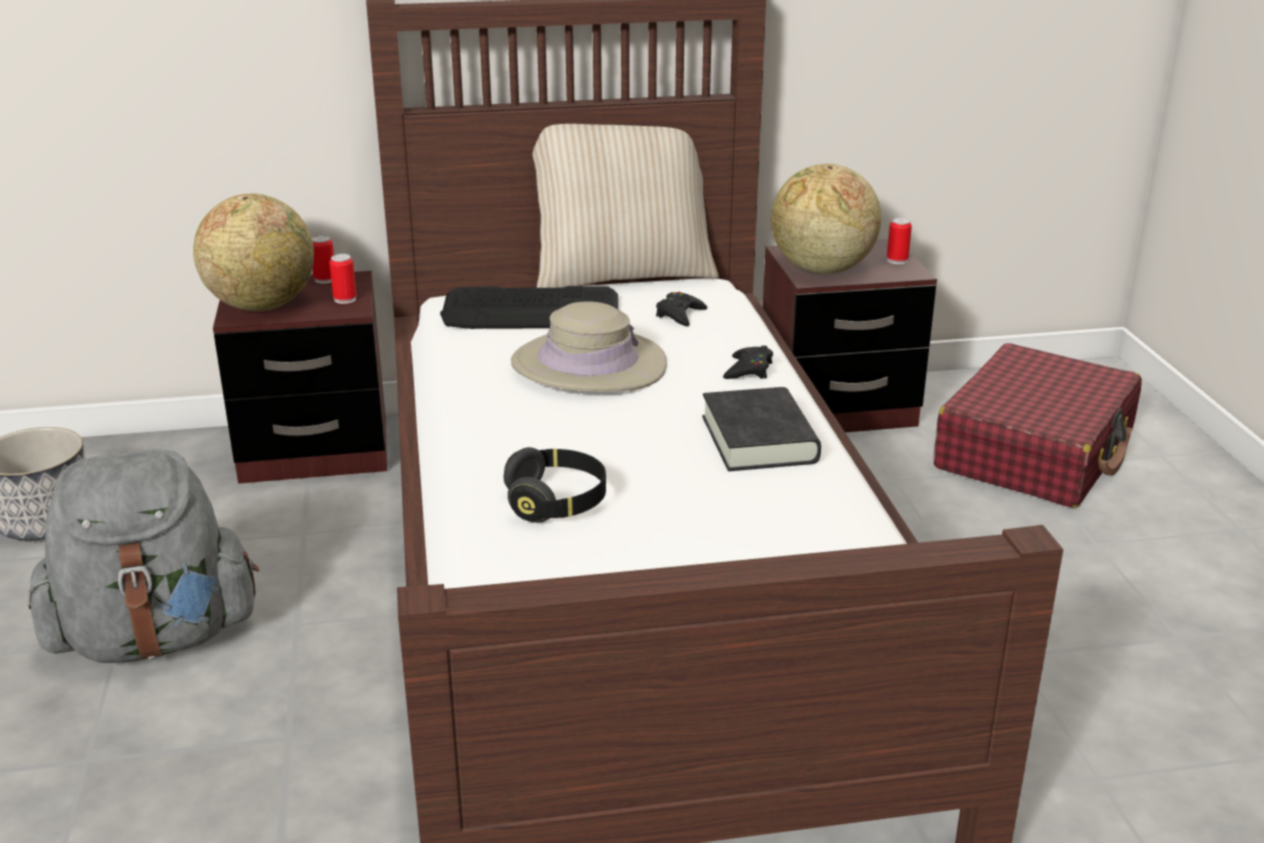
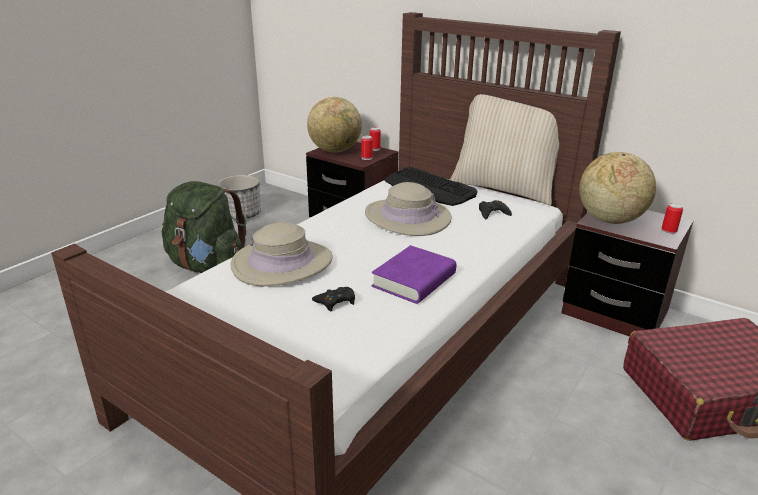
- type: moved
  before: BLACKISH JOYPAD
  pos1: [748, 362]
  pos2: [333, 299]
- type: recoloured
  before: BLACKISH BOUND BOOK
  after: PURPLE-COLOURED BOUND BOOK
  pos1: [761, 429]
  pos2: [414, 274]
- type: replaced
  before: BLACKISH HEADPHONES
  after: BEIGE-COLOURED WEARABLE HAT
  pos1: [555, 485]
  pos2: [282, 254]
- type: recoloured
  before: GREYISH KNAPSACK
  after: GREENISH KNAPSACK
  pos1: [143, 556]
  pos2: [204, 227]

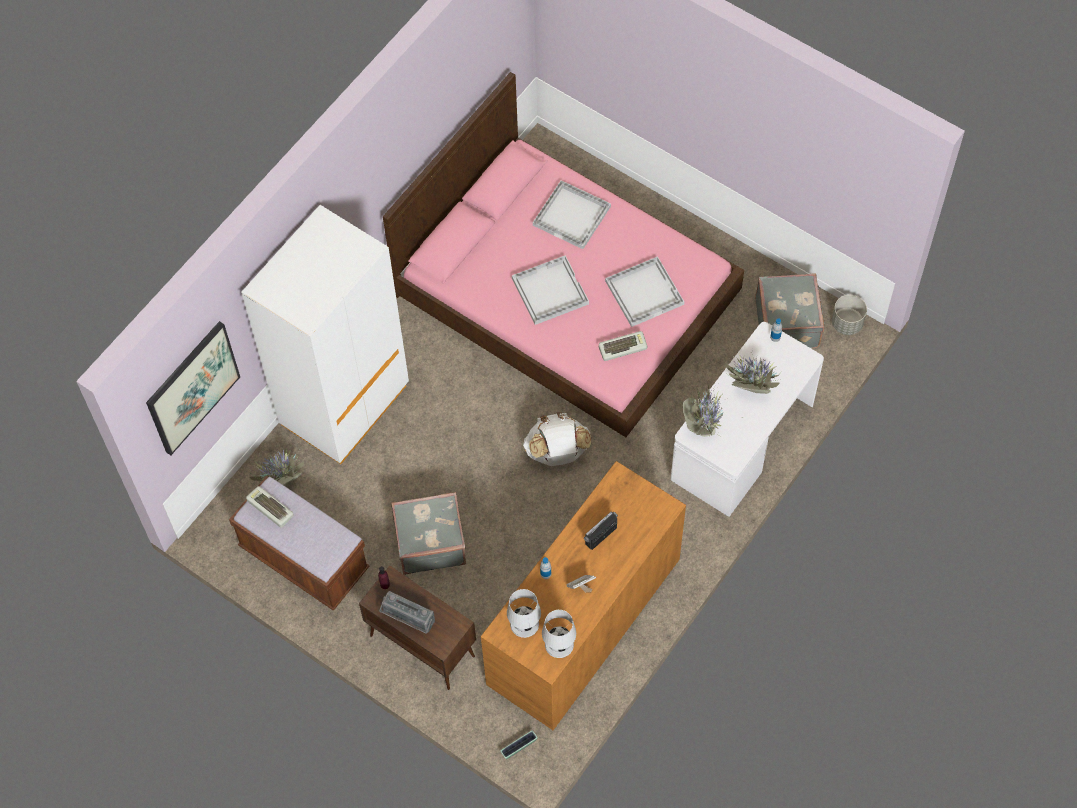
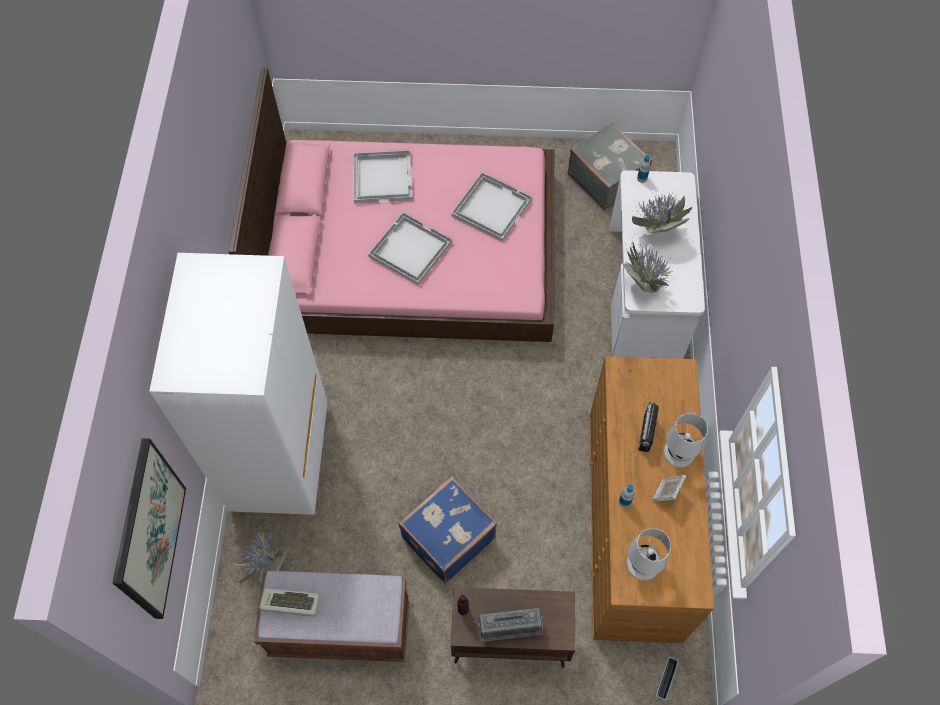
- type: removed
  before: GREYISH PLANT POT
  pos1: [849, 315]
- type: removed
  before: KEYBOARD
  pos1: [623, 346]
- type: removed
  before: WHITISH KNAPSACK
  pos1: [557, 439]
- type: recoloured
  before: GREYISH SUITCASE
  after: BLUE SUITCASE
  pos1: [428, 533]
  pos2: [447, 529]
- type: moved
  before: WHITISH TABLE LAMP
  pos1: [559, 634]
  pos2: [685, 440]

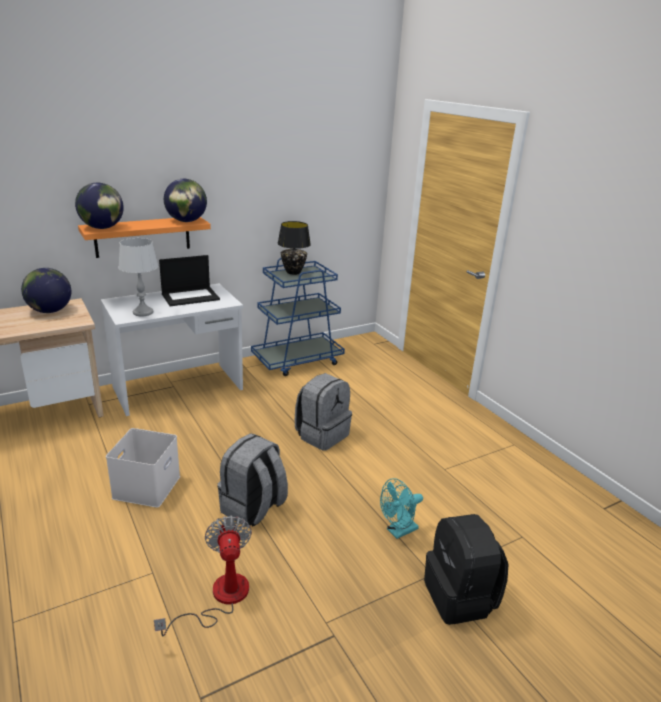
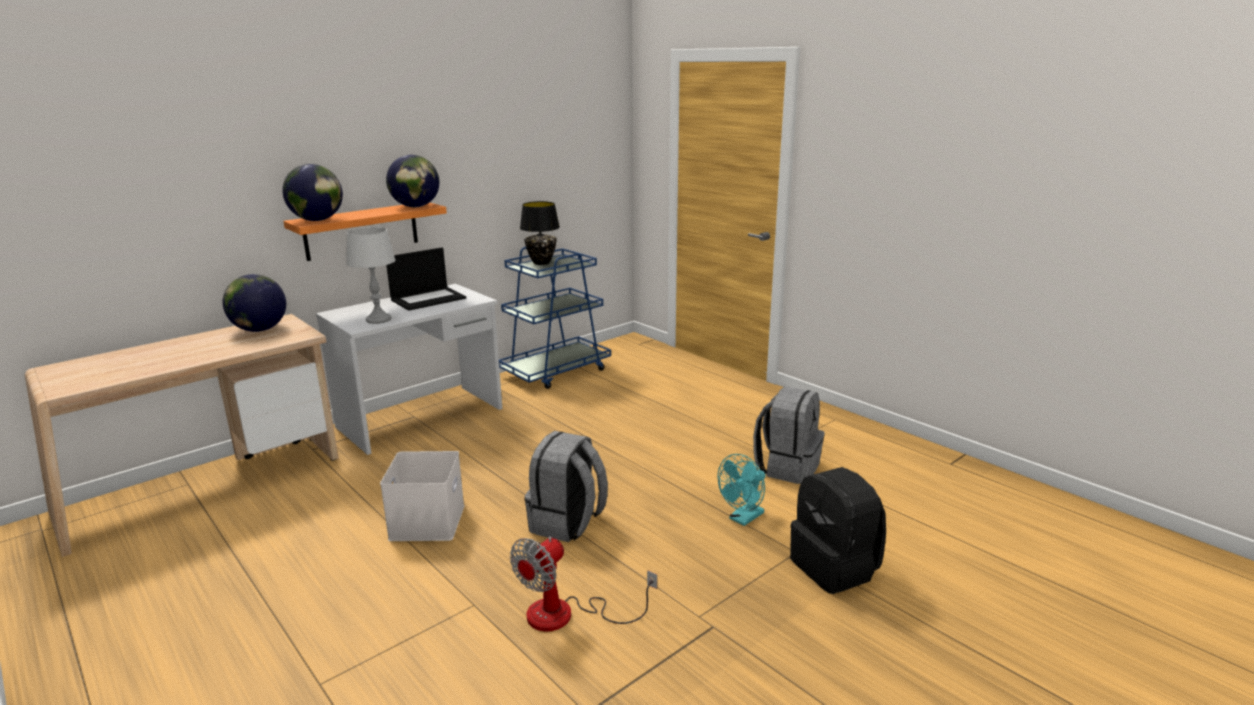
- type: moved
  before: GREYISH KNAPSACK
  pos1: [323, 412]
  pos2: [789, 435]
- type: turned
  before: ELECTRIC FAN
  pos1: [203, 576]
  pos2: [583, 584]
  turn: -120

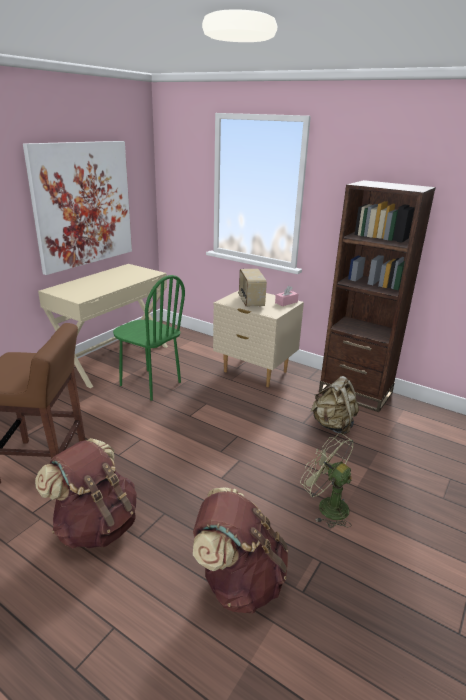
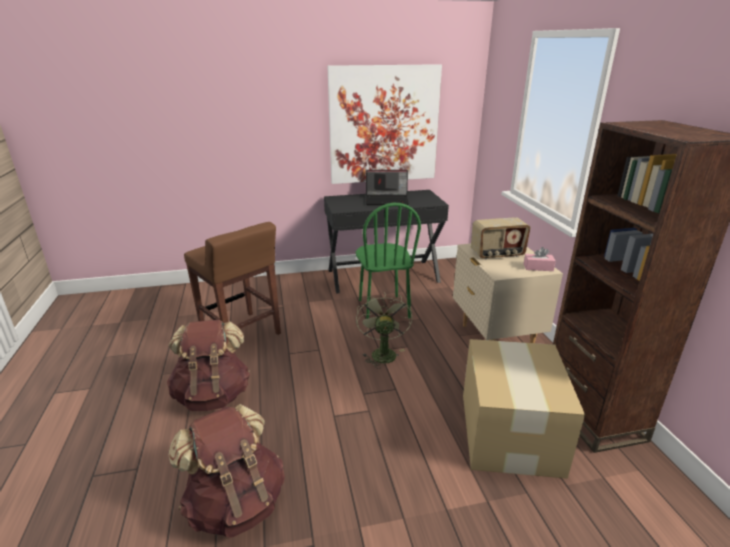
- type: recoloured
  before: BEIGE-COLOURED DESK
  after: BLACKISH DESK
  pos1: [103, 326]
  pos2: [386, 242]
- type: turned
  before: RADIO
  pos1: [252, 288]
  pos2: [501, 238]
  turn: -135
- type: replaced
  before: BEIGE-COLOURED KNAPSACK
  after: CARDBOARD BOX
  pos1: [335, 405]
  pos2: [524, 409]
- type: moved
  before: GREENISH ELECTRIC FAN
  pos1: [326, 480]
  pos2: [384, 330]
- type: added
  after: PORTABLE COMPUTER
  pos2: [387, 187]

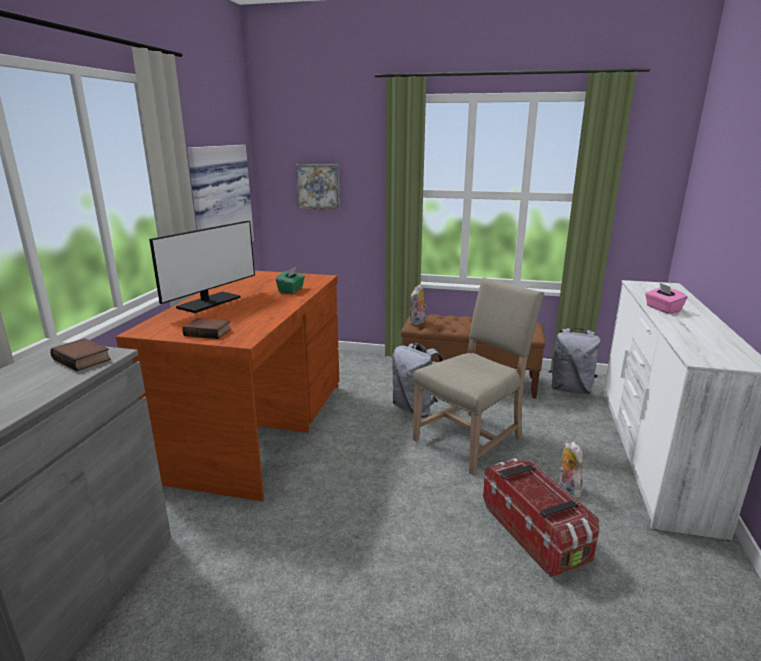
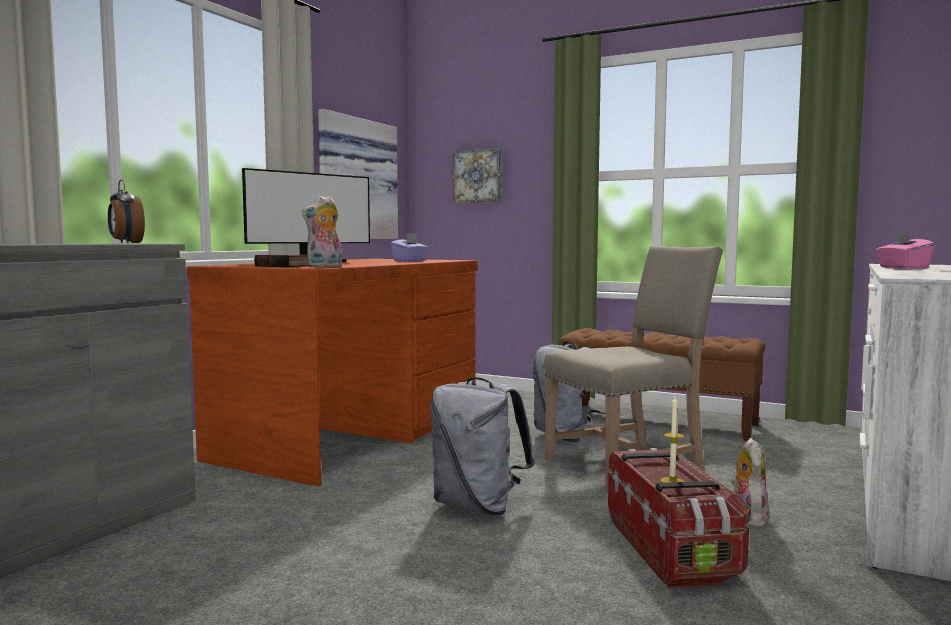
- type: recoloured
  before: GREENISH TISSUE BOX
  after: PURPLE-COLOURED TISSUE BOX
  pos1: [290, 280]
  pos2: [409, 247]
- type: moved
  before: CUDDLY TOY
  pos1: [418, 304]
  pos2: [321, 232]
- type: moved
  before: GREYISH KNAPSACK
  pos1: [575, 361]
  pos2: [482, 446]
- type: replaced
  before: BOUND BOOK
  after: BEDSIDE CLOCK
  pos1: [80, 354]
  pos2: [126, 211]
- type: added
  after: WAX LIGHT
  pos2: [672, 440]

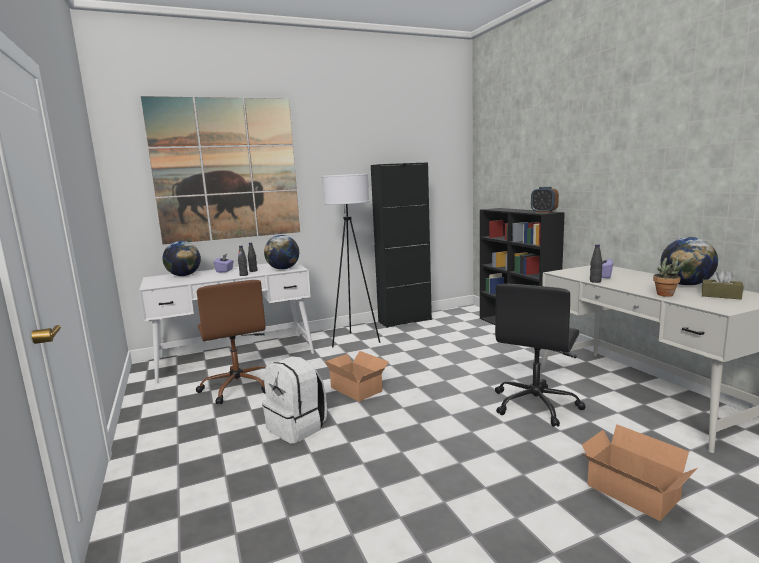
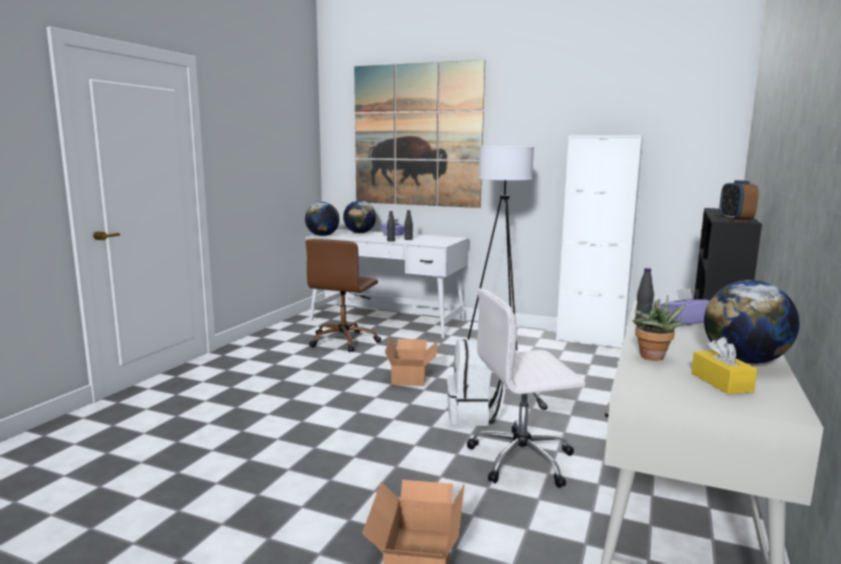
- type: recoloured
  before: BLACKISH CABINET
  after: WHITISH CABINET
  pos1: [401, 245]
  pos2: [599, 242]
- type: moved
  before: DESK GLOBE
  pos1: [281, 252]
  pos2: [322, 219]
- type: recoloured
  before: BROWN TISSUE BOX
  after: YELLOW-COLOURED TISSUE BOX
  pos1: [722, 284]
  pos2: [724, 365]
- type: recoloured
  before: BLACKISH OFFICE CHAIR
  after: WHITISH OFFICE CHAIR
  pos1: [540, 355]
  pos2: [526, 388]
- type: moved
  before: WHITISH KNAPSACK
  pos1: [294, 400]
  pos2: [476, 382]

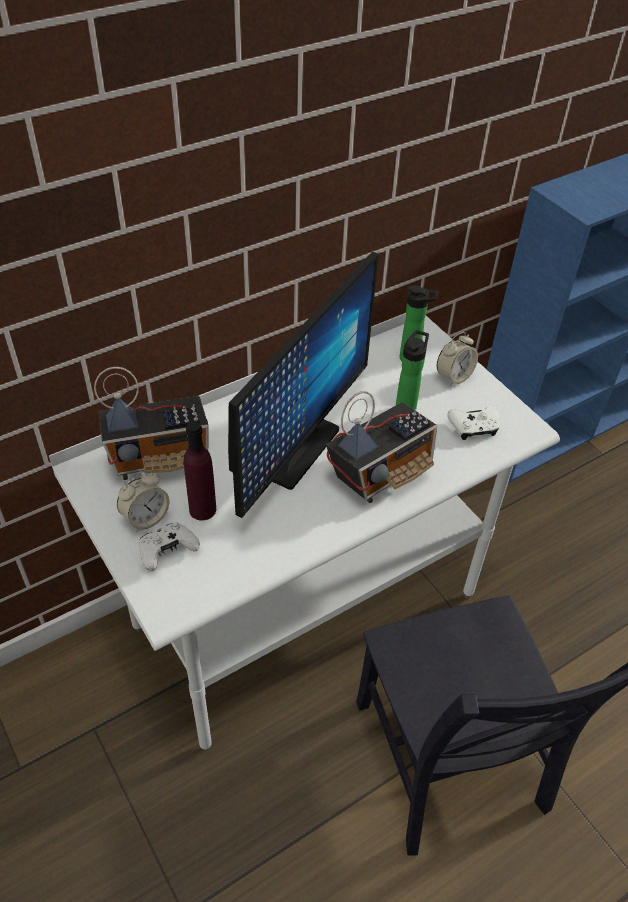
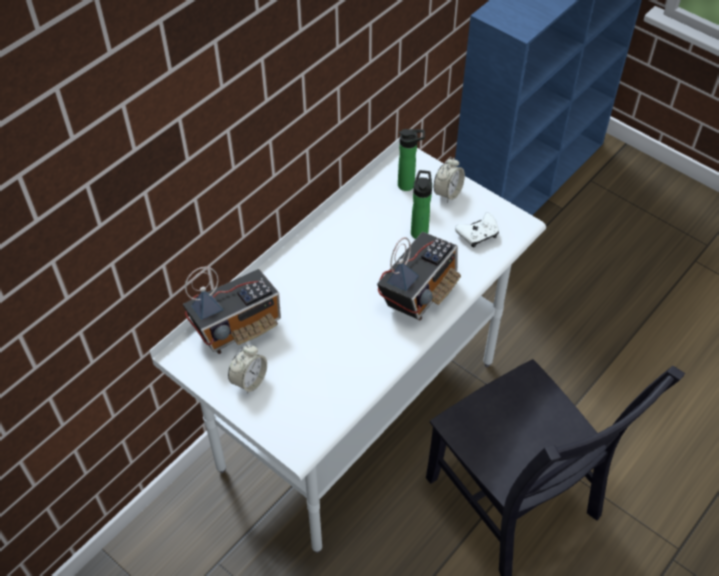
- type: removed
  before: COMPUTER SCREEN
  pos1: [303, 384]
- type: removed
  before: PURPLE-COLOURED DRINK BOTTLE
  pos1: [200, 471]
- type: removed
  before: WHITISH JOYPAD
  pos1: [169, 546]

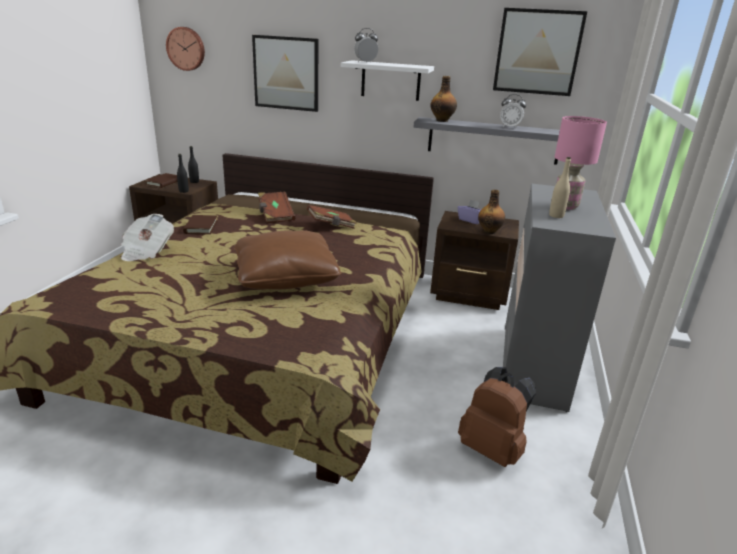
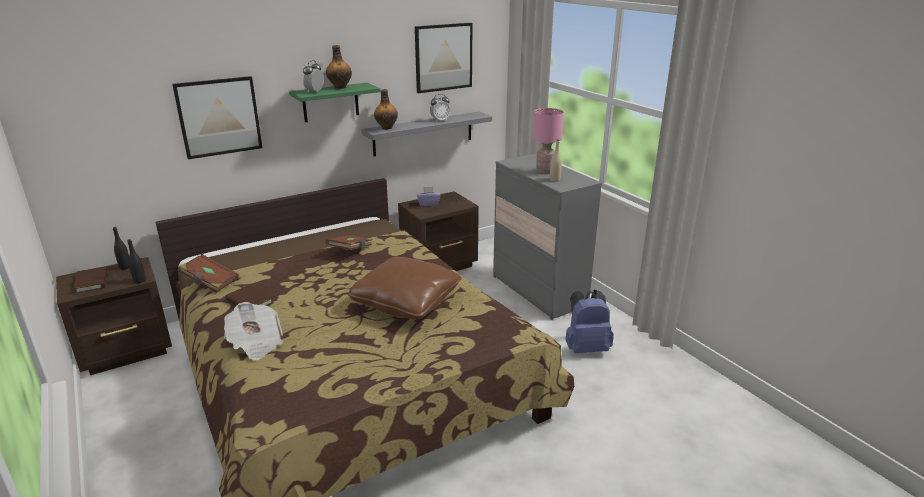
- type: removed
  before: WALL CLOCK
  pos1: [185, 49]
- type: recoloured
  before: WHITISH BRACKET SHELF
  after: GREENISH BRACKET SHELF
  pos1: [387, 80]
  pos2: [335, 102]
- type: moved
  before: DRINK BOTTLE
  pos1: [491, 212]
  pos2: [339, 67]
- type: moved
  before: BROWN BOUND BOOK
  pos1: [276, 207]
  pos2: [209, 273]
- type: recoloured
  before: BROWN KNAPSACK
  after: BLUE KNAPSACK
  pos1: [497, 417]
  pos2: [589, 321]

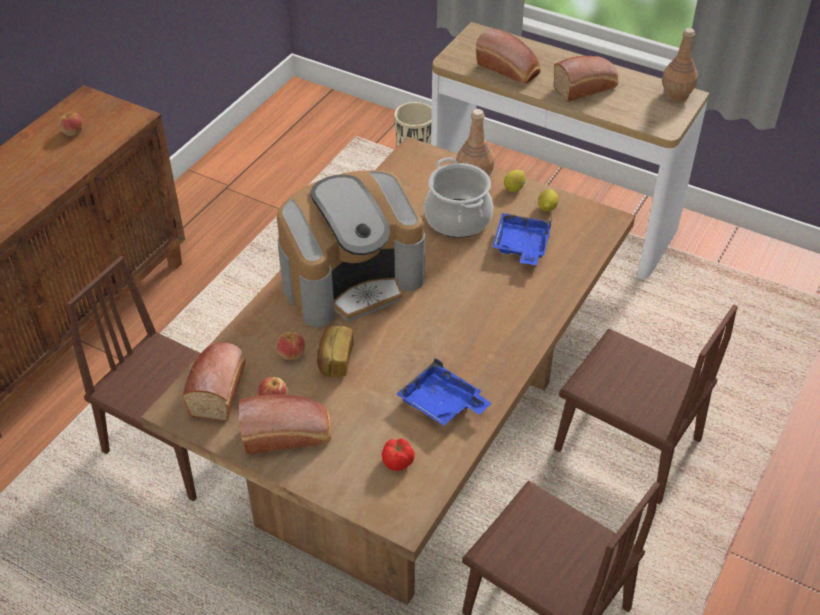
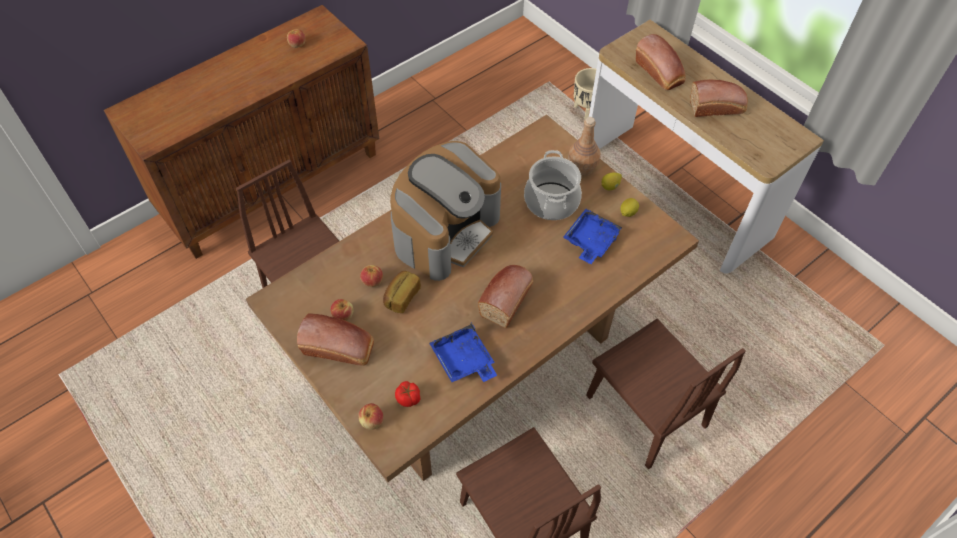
- type: removed
  before: BROWN DRINK BOTTLE
  pos1: [680, 64]
- type: turned
  before: COFFEE MACHINE
  pos1: [351, 248]
  pos2: [445, 211]
  turn: -45
- type: moved
  before: BREAD
  pos1: [214, 382]
  pos2: [505, 296]
- type: added
  after: APPLE
  pos2: [371, 416]

